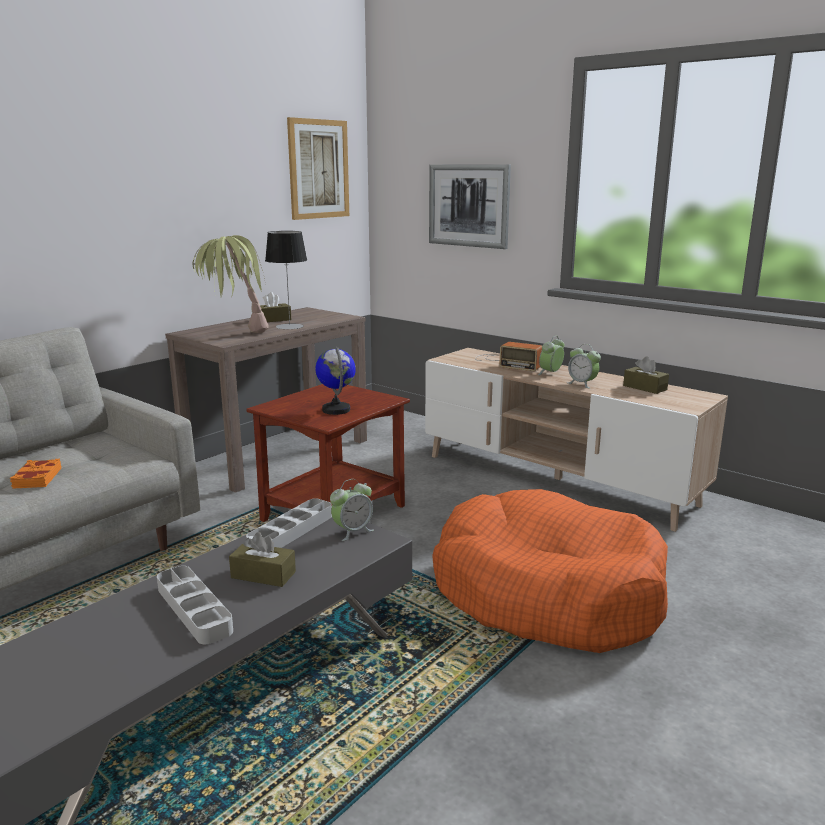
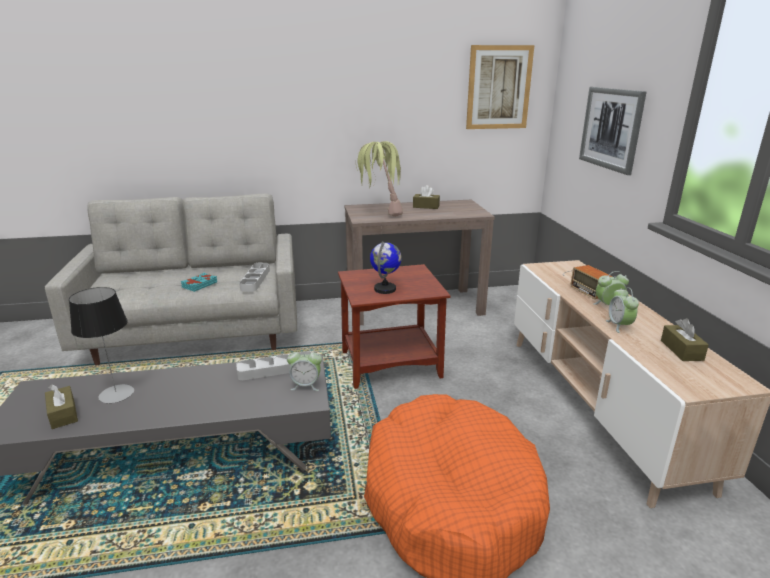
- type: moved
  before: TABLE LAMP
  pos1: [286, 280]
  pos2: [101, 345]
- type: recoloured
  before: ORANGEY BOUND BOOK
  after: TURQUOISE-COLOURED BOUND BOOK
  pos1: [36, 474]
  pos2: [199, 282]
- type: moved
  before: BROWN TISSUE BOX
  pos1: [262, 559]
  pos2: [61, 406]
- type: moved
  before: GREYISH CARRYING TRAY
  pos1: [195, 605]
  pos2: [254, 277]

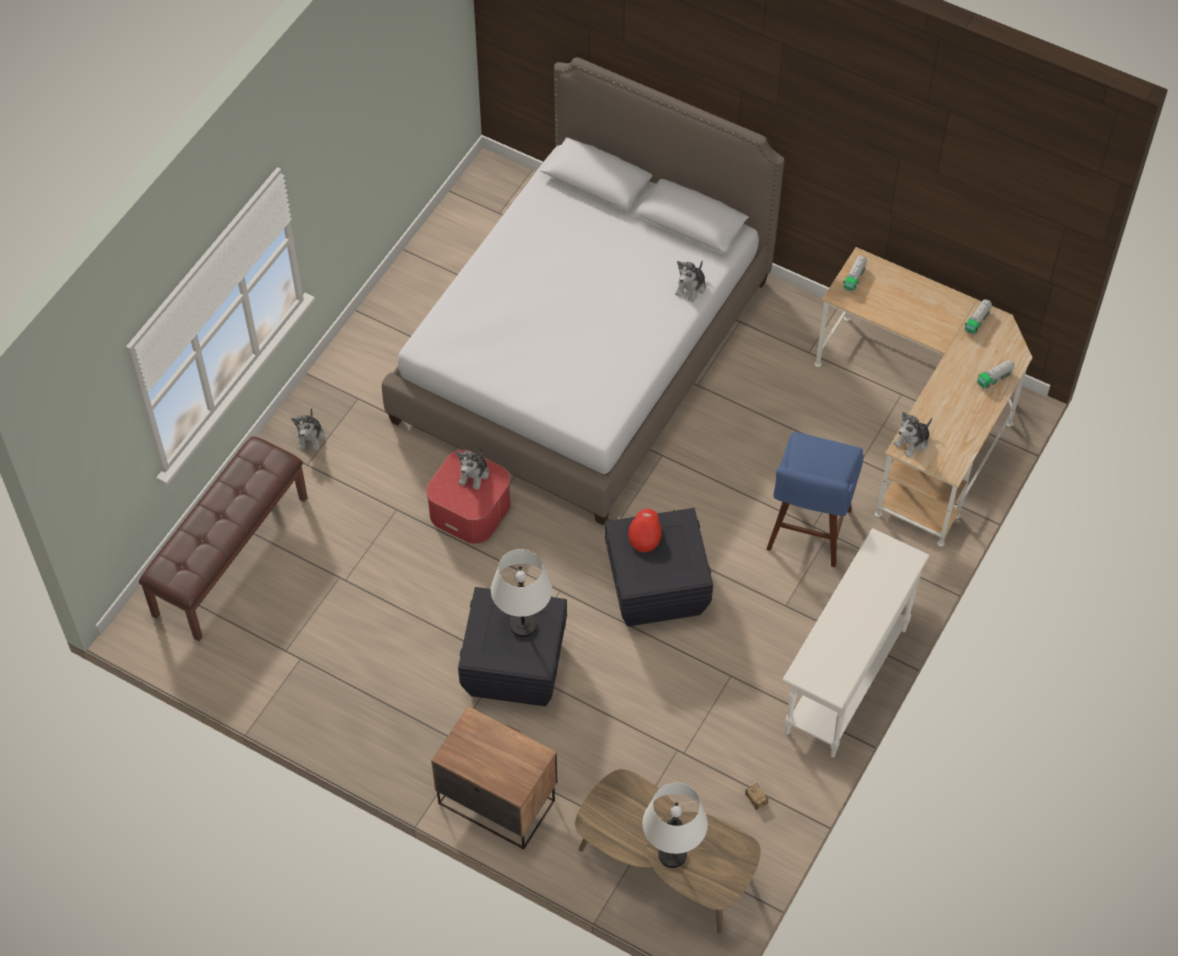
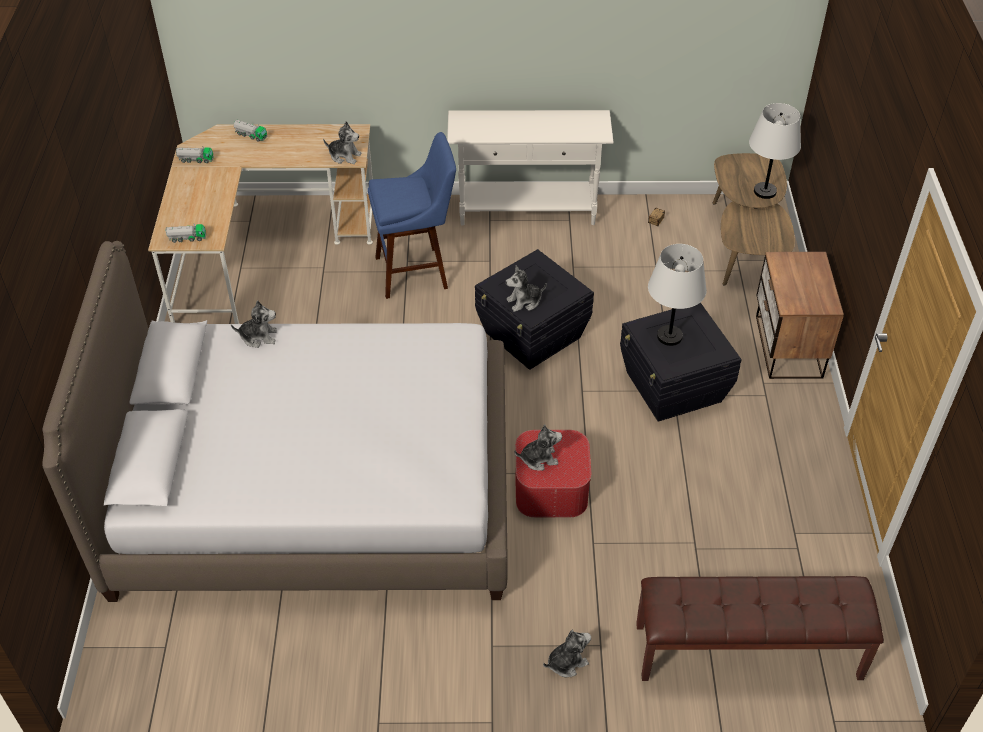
- type: replaced
  before: RED-COLOURED PEAKED CAP
  after: CUDDLY TOY
  pos1: [645, 530]
  pos2: [526, 288]

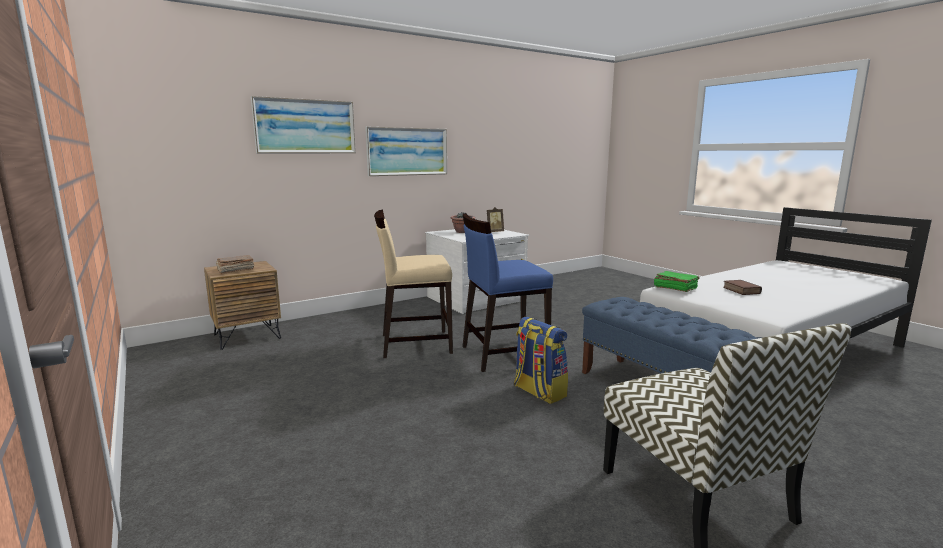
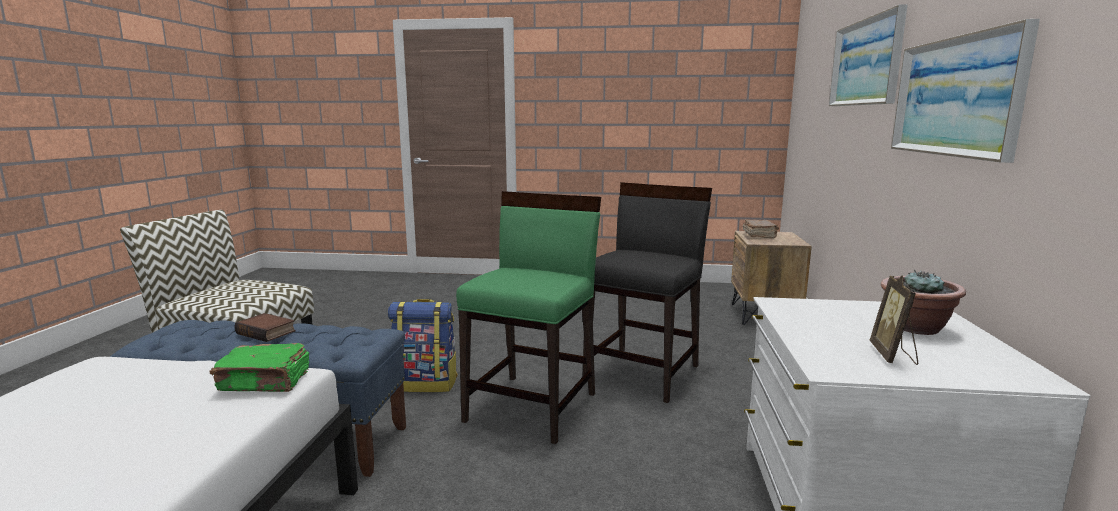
- type: recoloured
  before: BEIGE-COLOURED CHAIR
  after: BLACKISH CHAIR
  pos1: [413, 284]
  pos2: [647, 292]
- type: recoloured
  before: BLUE CHAIR
  after: GREENISH CHAIR
  pos1: [507, 292]
  pos2: [528, 317]
- type: moved
  before: BOUND BOOK
  pos1: [742, 287]
  pos2: [265, 327]

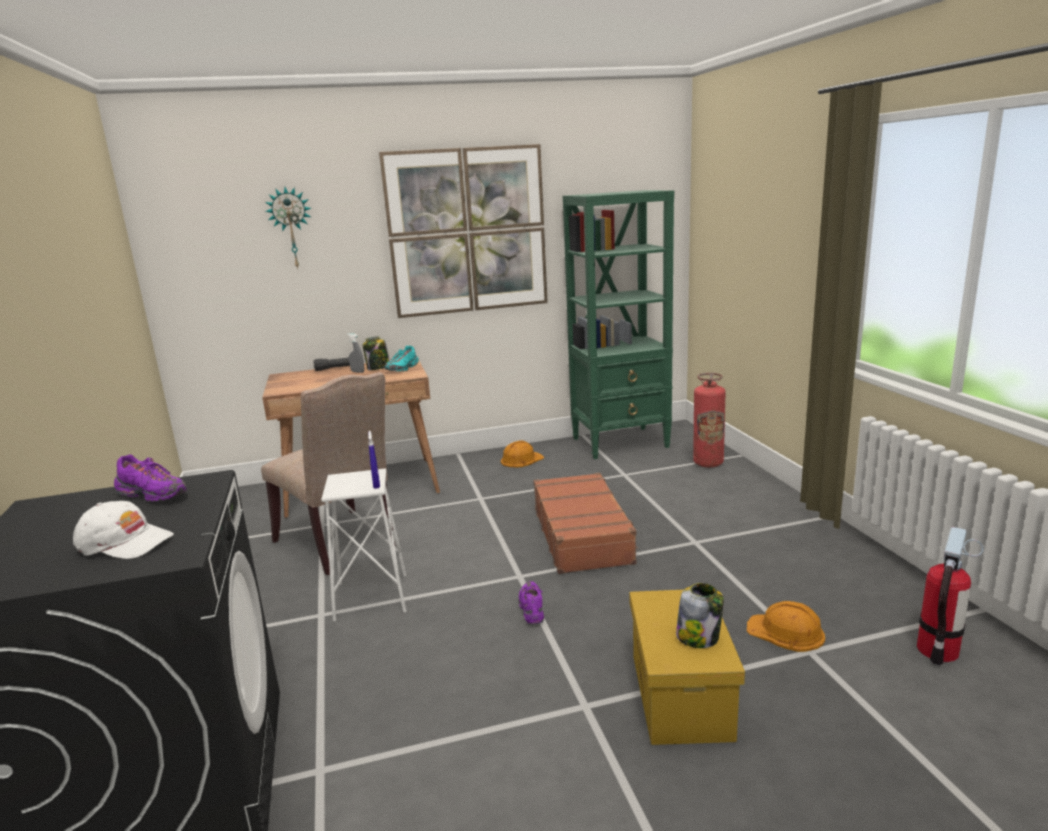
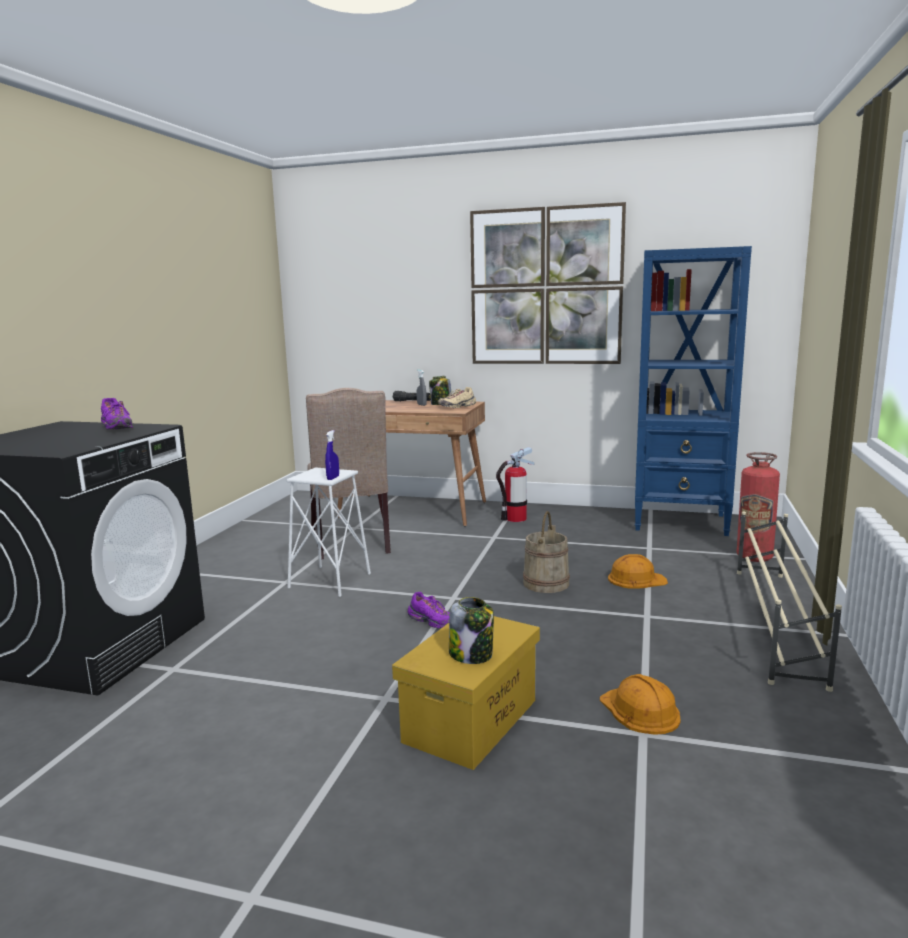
- type: removed
  before: WALL CLOCK
  pos1: [288, 228]
- type: recoloured
  before: GREENISH BOOKCASE
  after: BLUE BOOKCASE
  pos1: [618, 324]
  pos2: [693, 391]
- type: recoloured
  before: TURQUOISE-COLOURED SHOE
  after: BEIGE-COLOURED SHOE
  pos1: [402, 359]
  pos2: [457, 397]
- type: moved
  before: ORANGEY SAFETY HELMET
  pos1: [522, 453]
  pos2: [638, 571]
- type: replaced
  before: BROWN SUITCASE
  after: BEIGE-COLOURED BUCKET
  pos1: [586, 523]
  pos2: [546, 552]
- type: removed
  before: WHITISH PEAKED CAP
  pos1: [123, 530]
- type: moved
  before: FIRE-FIGHTING CYLINDER
  pos1: [950, 596]
  pos2: [515, 484]
- type: turned
  before: PURPLE-COLOURED SHOE
  pos1: [531, 602]
  pos2: [429, 610]
  turn: 105
- type: added
  after: BEIGE-COLOURED SHOE RACK
  pos2: [789, 602]

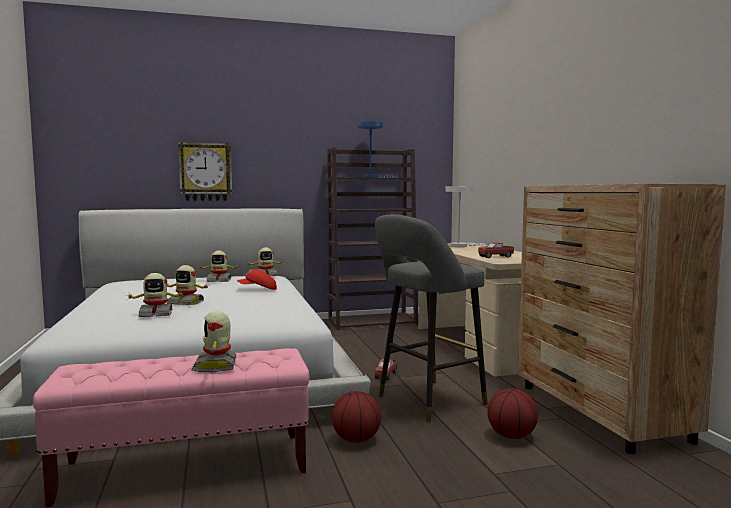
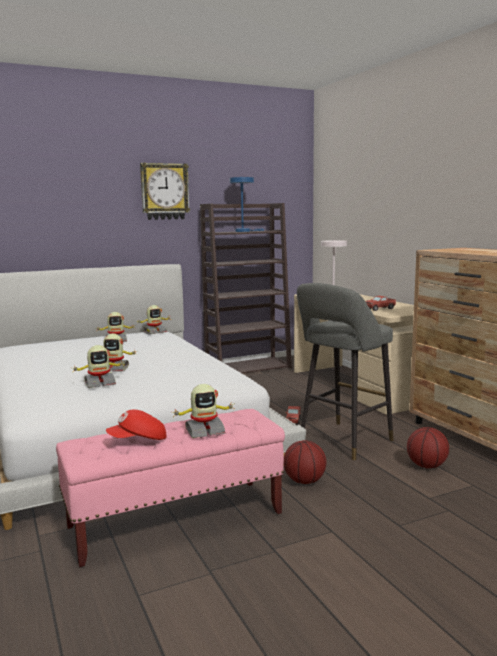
- type: moved
  before: WALL CLOCK
  pos1: [205, 171]
  pos2: [165, 191]
- type: moved
  before: RED-COLOURED PEAKED CAP
  pos1: [257, 279]
  pos2: [136, 424]
- type: turned
  before: TOY ROBOT
  pos1: [214, 341]
  pos2: [203, 411]
  turn: -90

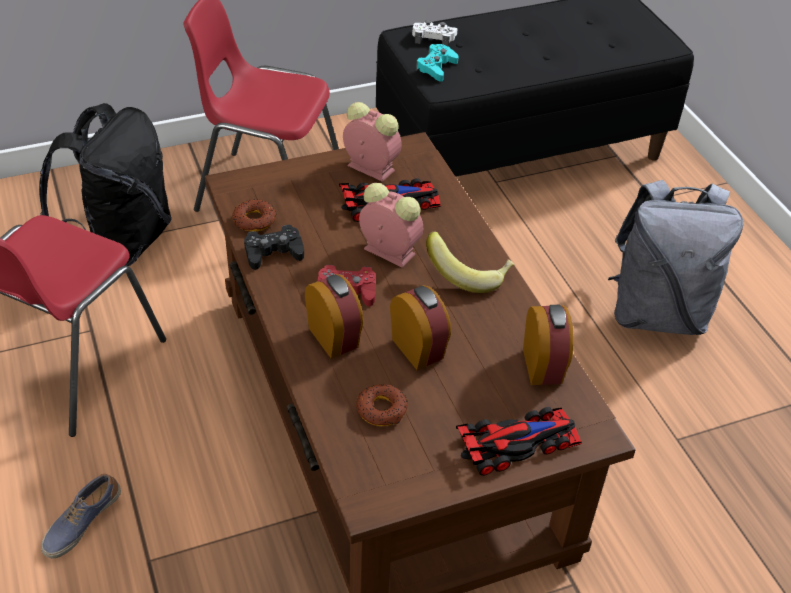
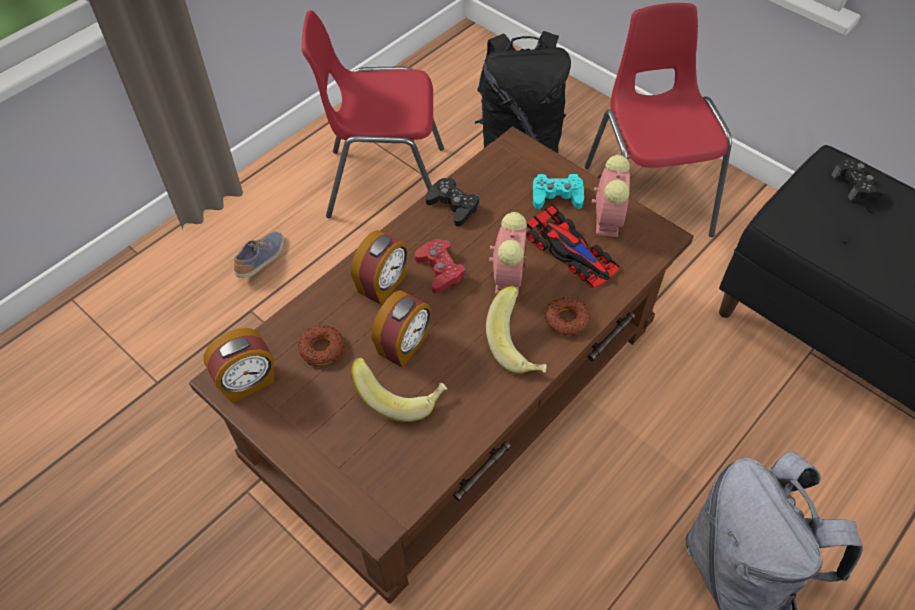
- type: recoloured
  before: WHITISH JOYPAD
  after: BLACKISH JOYPAD
  pos1: [434, 33]
  pos2: [858, 179]
- type: moved
  before: TURQUOISE-COLOURED JOYPAD
  pos1: [437, 63]
  pos2: [558, 191]
- type: moved
  before: RING DOUGHNUT
  pos1: [254, 215]
  pos2: [567, 316]
- type: moved
  before: BEDSIDE CLOCK
  pos1: [548, 345]
  pos2: [238, 365]
- type: removed
  before: MINIATURE CAR
  pos1: [519, 441]
- type: turned
  before: SHOE
  pos1: [81, 516]
  pos2: [259, 254]
  turn: 105
- type: added
  after: WHOLE BANANA
  pos2: [399, 390]

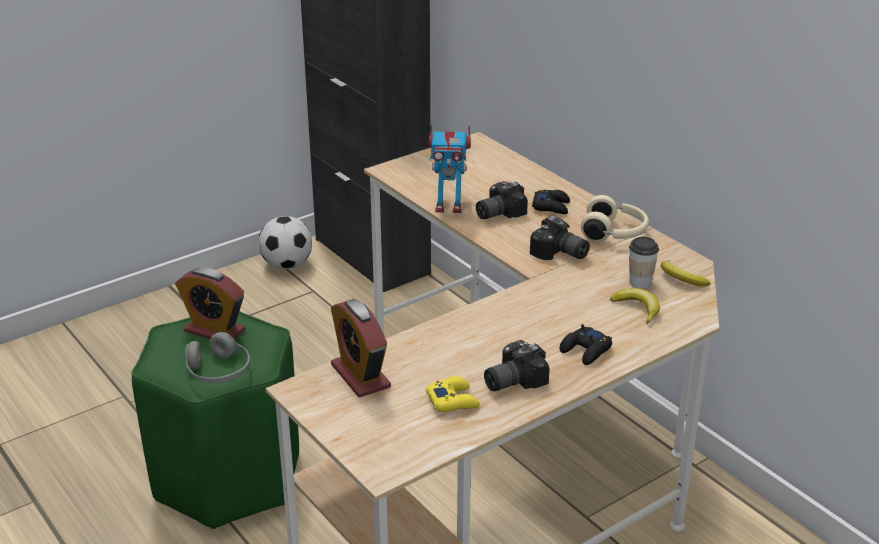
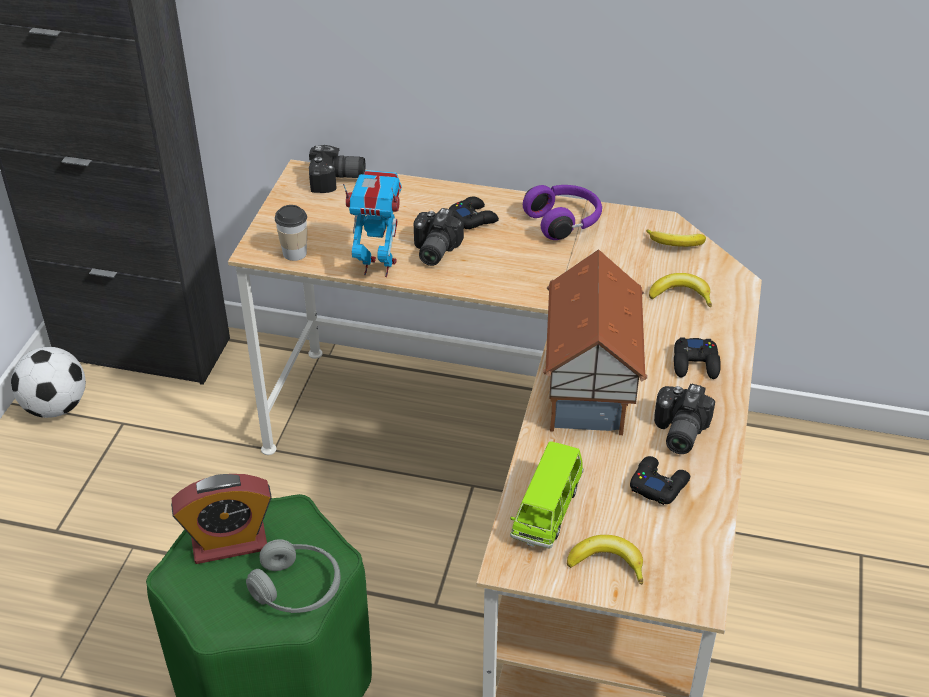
- type: turned
  before: TOY ROBOT
  pos1: [450, 163]
  pos2: [372, 223]
  turn: -135
- type: recoloured
  before: BEIGE-COLOURED HEADPHONES
  after: PURPLE-COLOURED HEADPHONES
  pos1: [615, 218]
  pos2: [562, 212]
- type: moved
  before: STILL CAMERA
  pos1: [560, 238]
  pos2: [337, 169]
- type: moved
  before: SMALL CUP
  pos1: [644, 263]
  pos2: [291, 233]
- type: replaced
  before: BEDSIDE CLOCK
  after: GREENISH MINIATURE CAR
  pos1: [361, 348]
  pos2: [547, 495]
- type: recoloured
  before: YELLOW-COLOURED JOYPAD
  after: BLACKISH JOYPAD
  pos1: [453, 394]
  pos2: [660, 480]
- type: added
  after: MINIATURE HOUSE
  pos2: [595, 342]
- type: added
  after: WHOLE BANANA
  pos2: [605, 560]

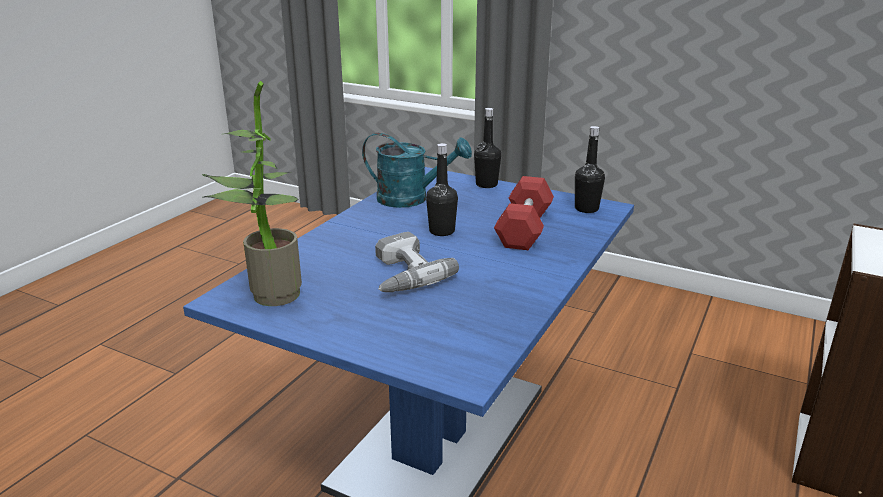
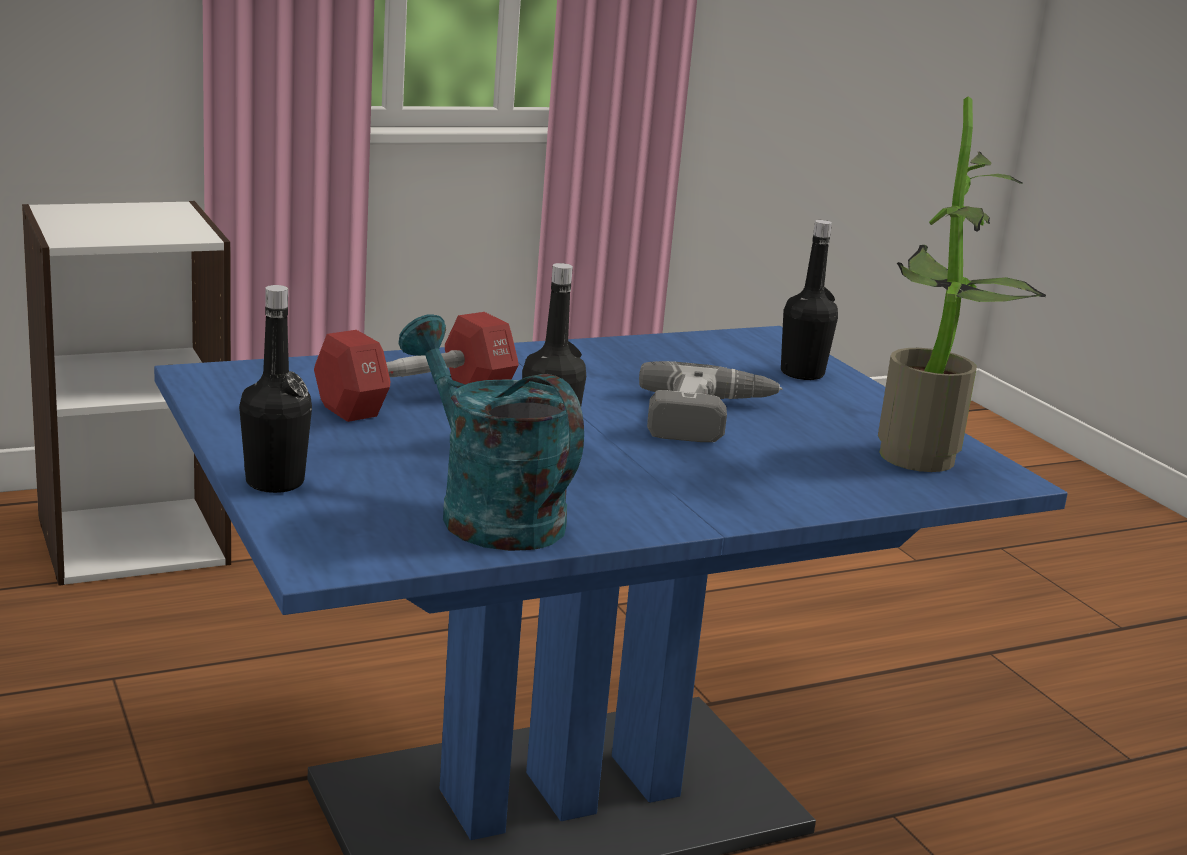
- type: moved
  before: BLACKISH DRINK BOTTLE
  pos1: [590, 169]
  pos2: [809, 300]

